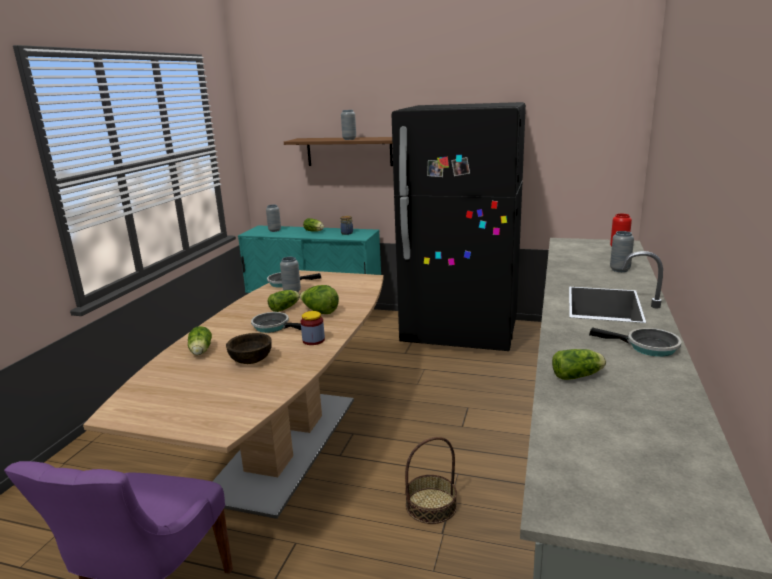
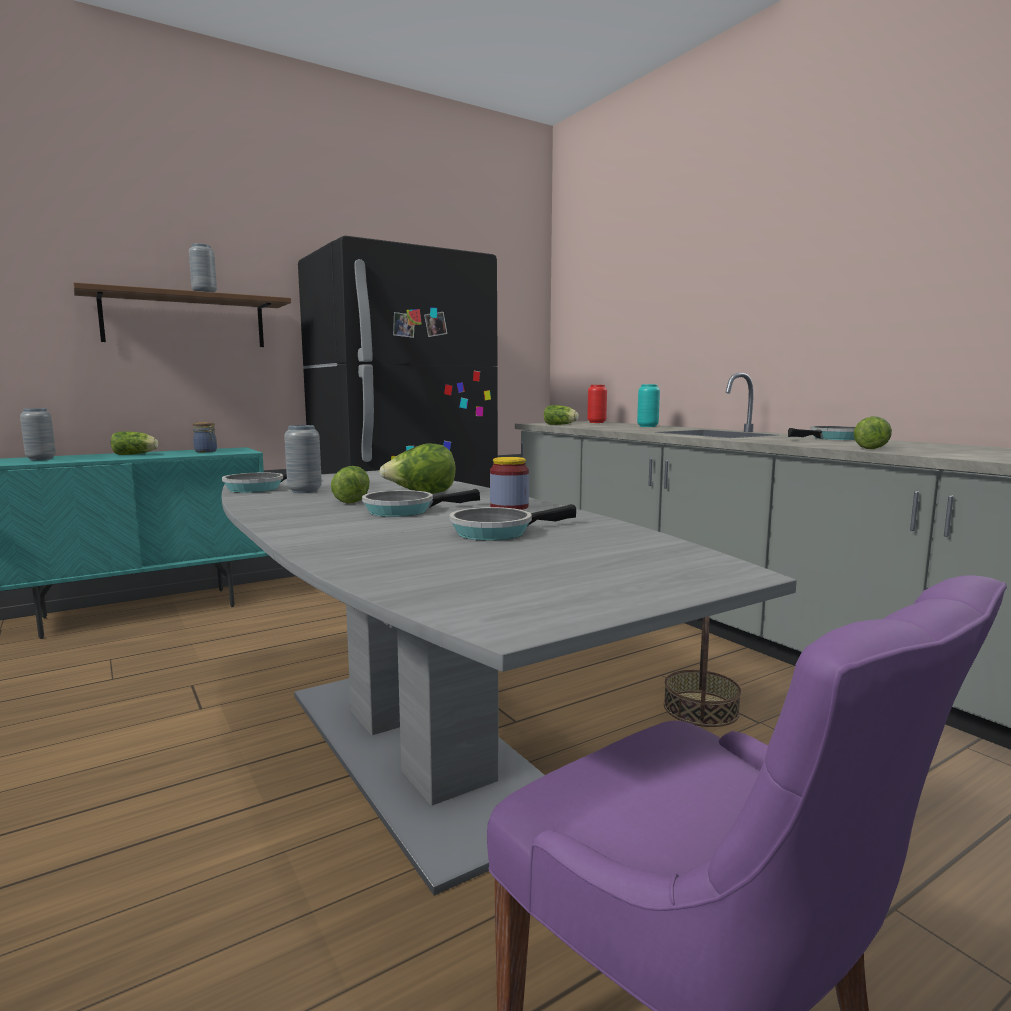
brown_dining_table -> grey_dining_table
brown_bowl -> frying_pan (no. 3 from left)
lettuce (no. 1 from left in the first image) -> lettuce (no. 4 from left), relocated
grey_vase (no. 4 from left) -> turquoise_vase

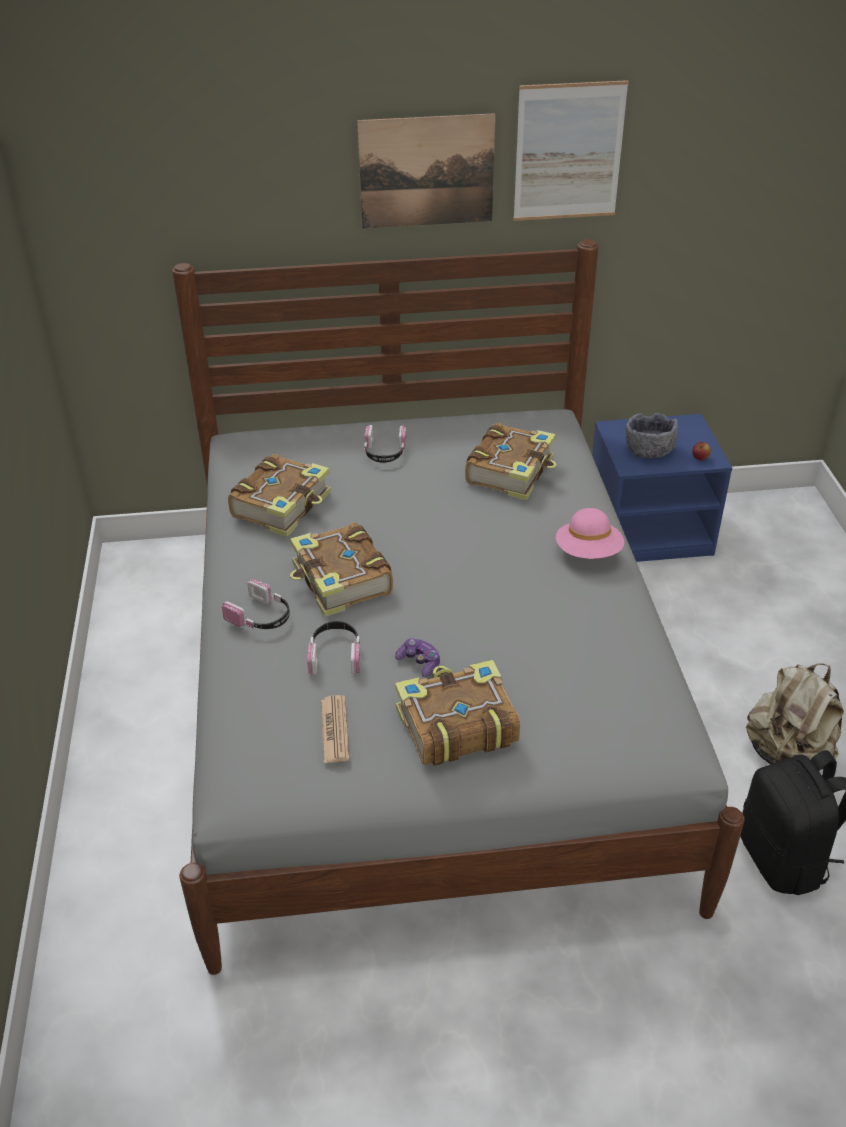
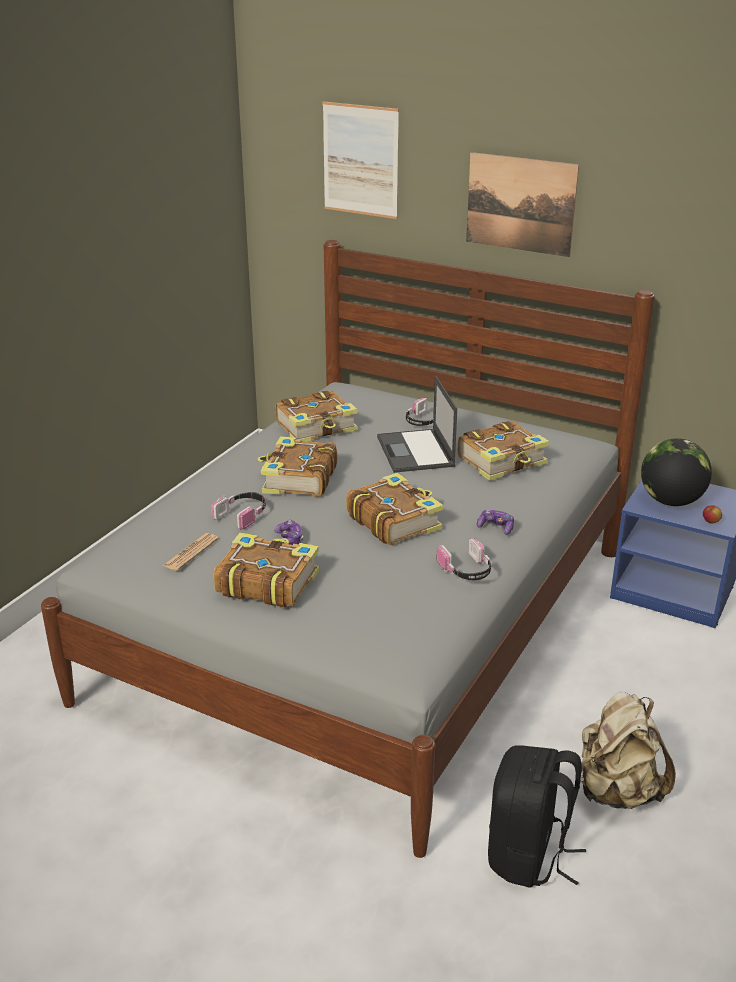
picture (no. 2 from left in the first image) -> picture (no. 1 from left), relocated
none -> book (no. 4 from left)
none -> laptop
headphones (no. 1 from left in the first image) -> headphones (no. 3 from left), relocated
pink_hat -> game_controller (no. 2 from left)
grey_bowl -> globe

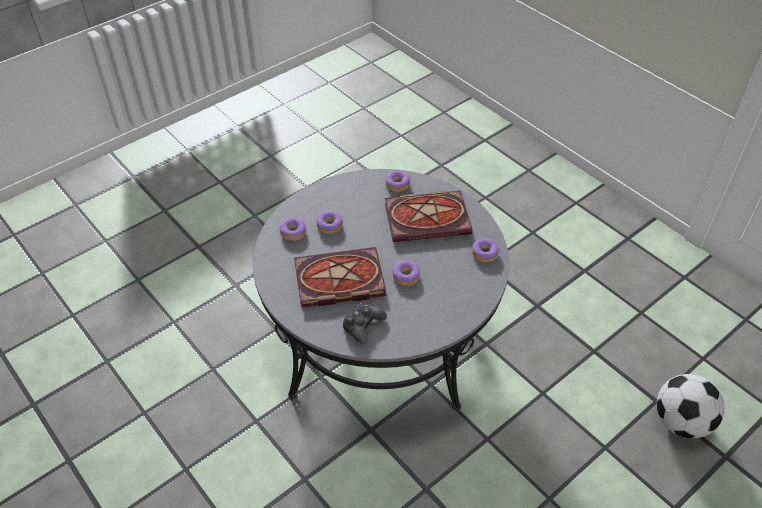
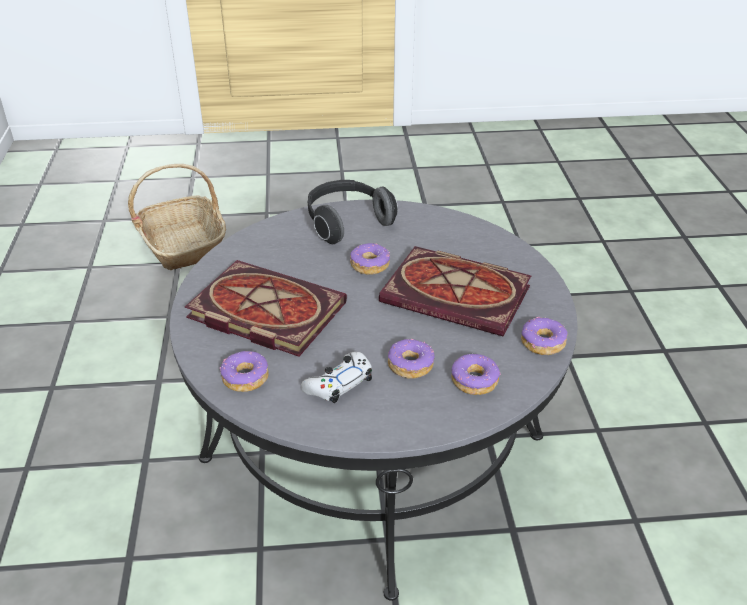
football -> basket
none -> white_game_controller
none -> headphones
donut (no. 5 from left), relocated
black_game_controller -> none

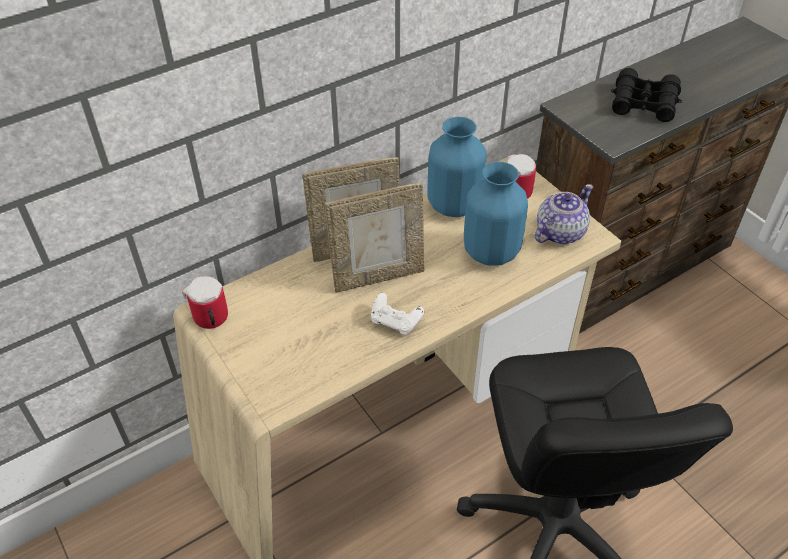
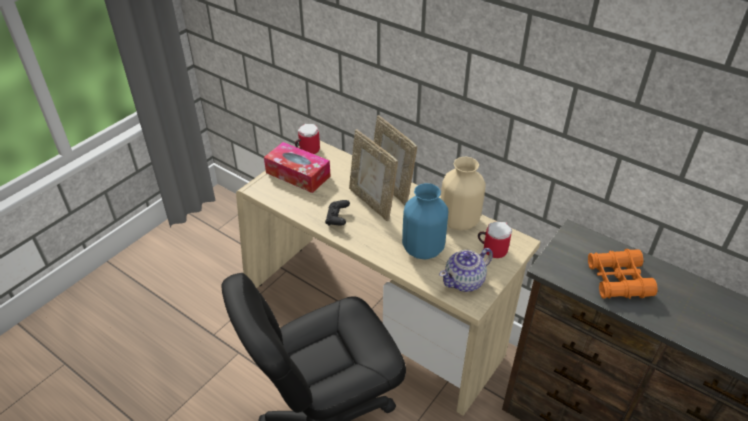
none -> tissue_box
white_game_controller -> black_game_controller
teapot, 120 degrees clockwise
blue_vase (no. 1 from left) -> beige_vase
black_binoculars -> orange_binoculars

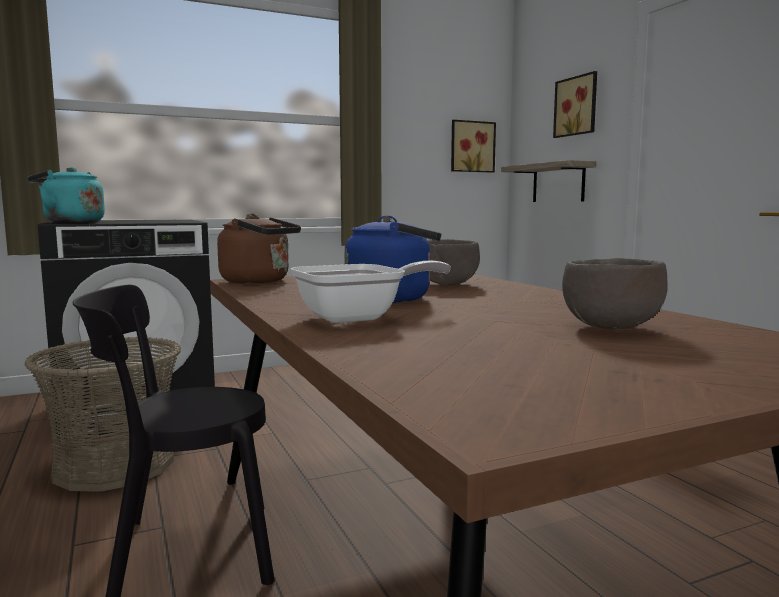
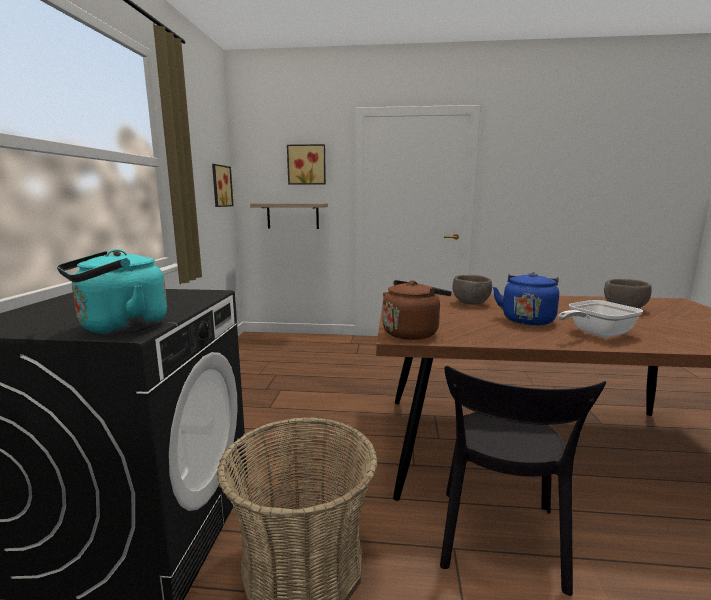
frying_pan, 120 degrees counterclockwise

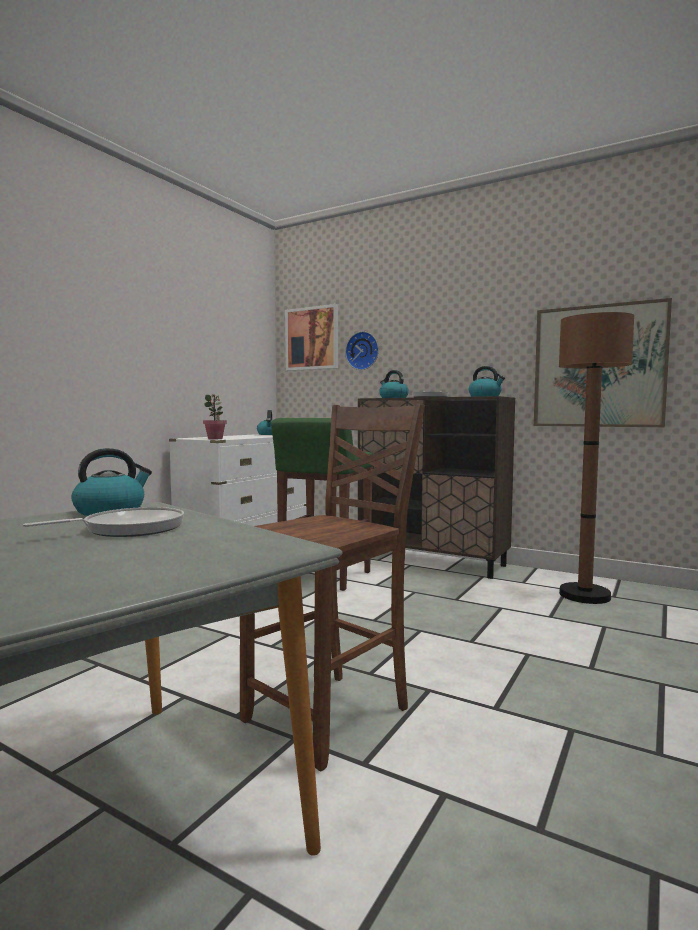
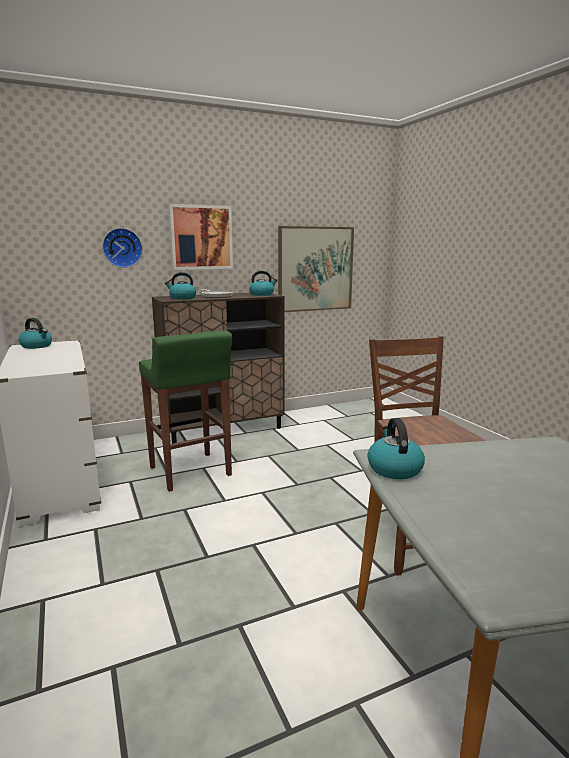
picture (no. 1 from left), relocated
frying_pan (no. 1 from left) -> none
potted_plant -> none
brown_floor_lamp -> none

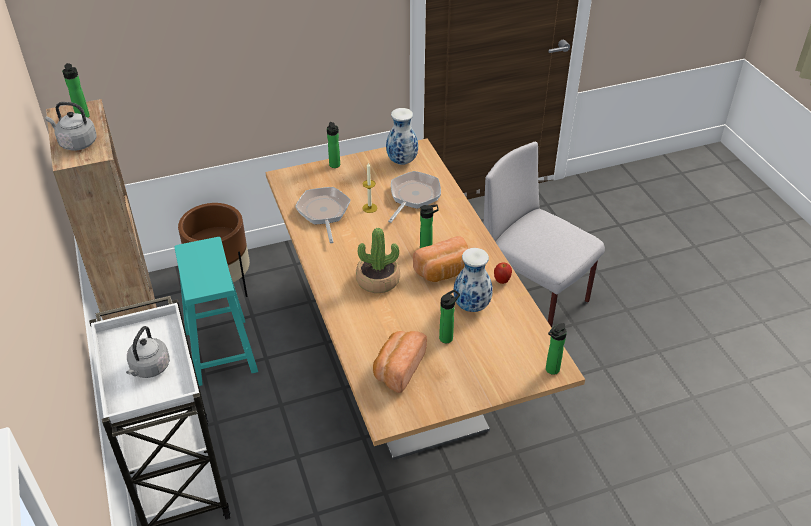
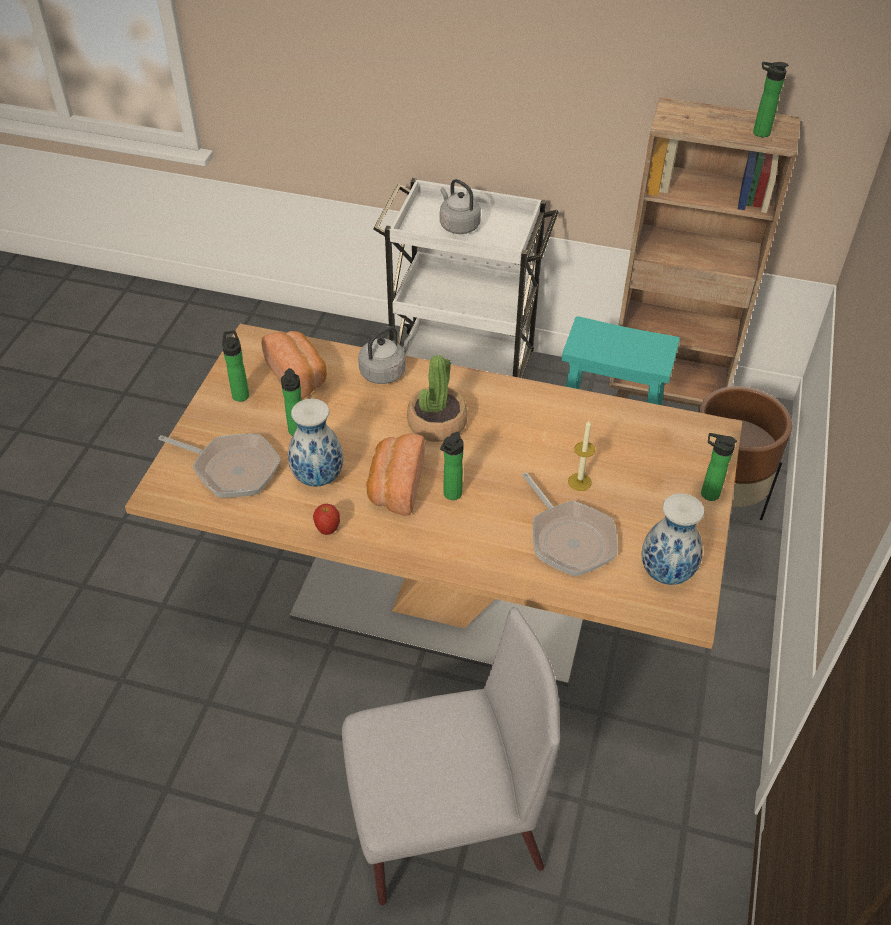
frying_pan (no. 1 from left), relocated
bottle (no. 5 from left in the first image) -> bottle (no. 1 from left), relocated
grey_kettle (no. 1 from left), relocated

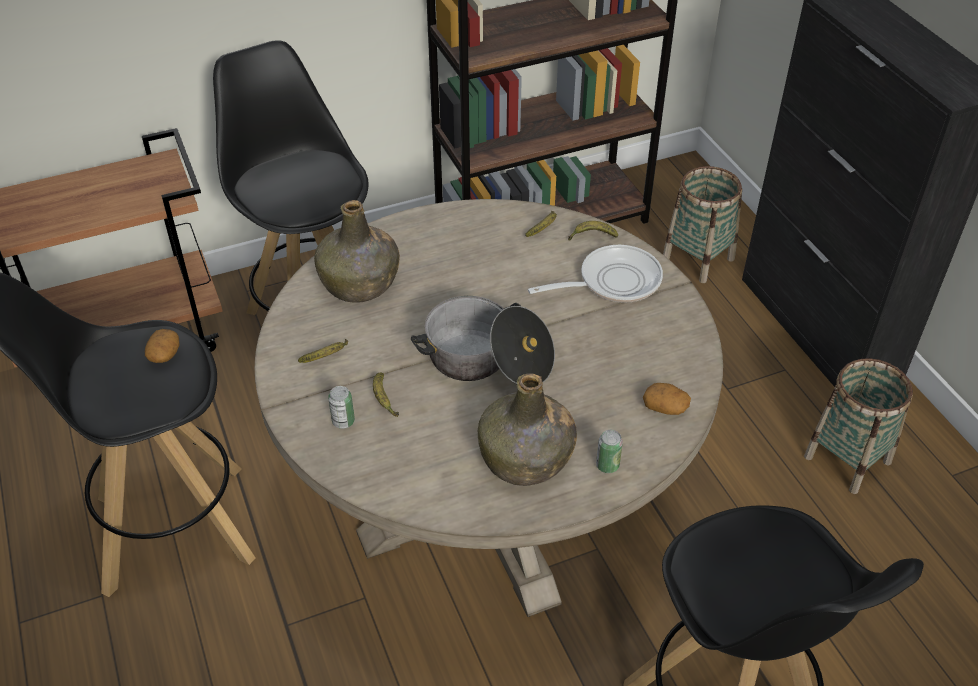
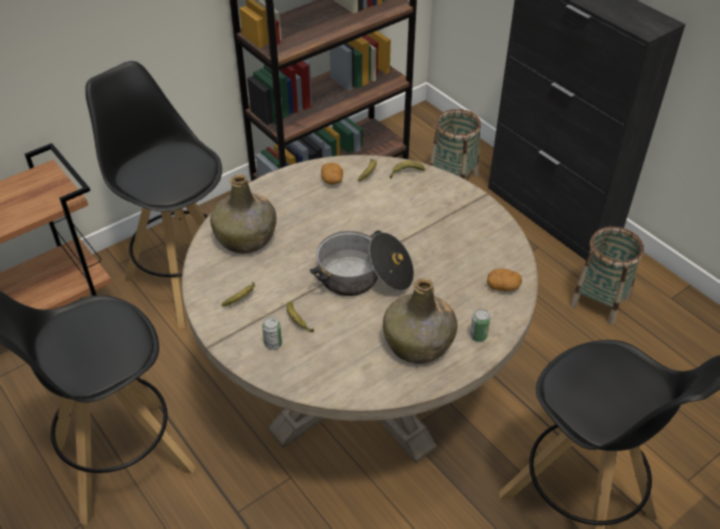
potato (no. 1 from left), relocated
frying_pan -> none

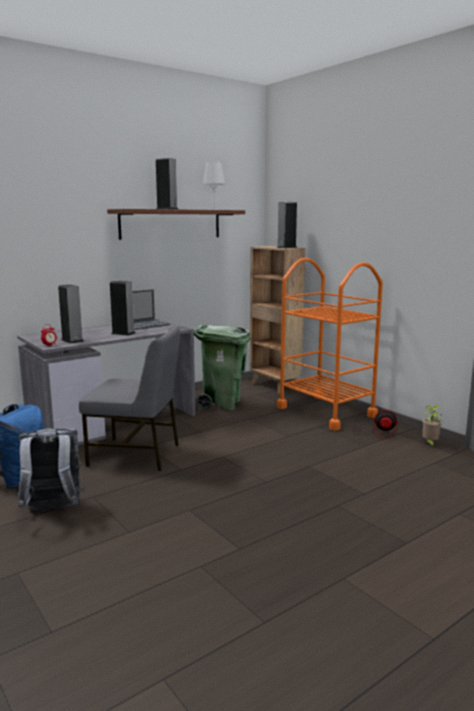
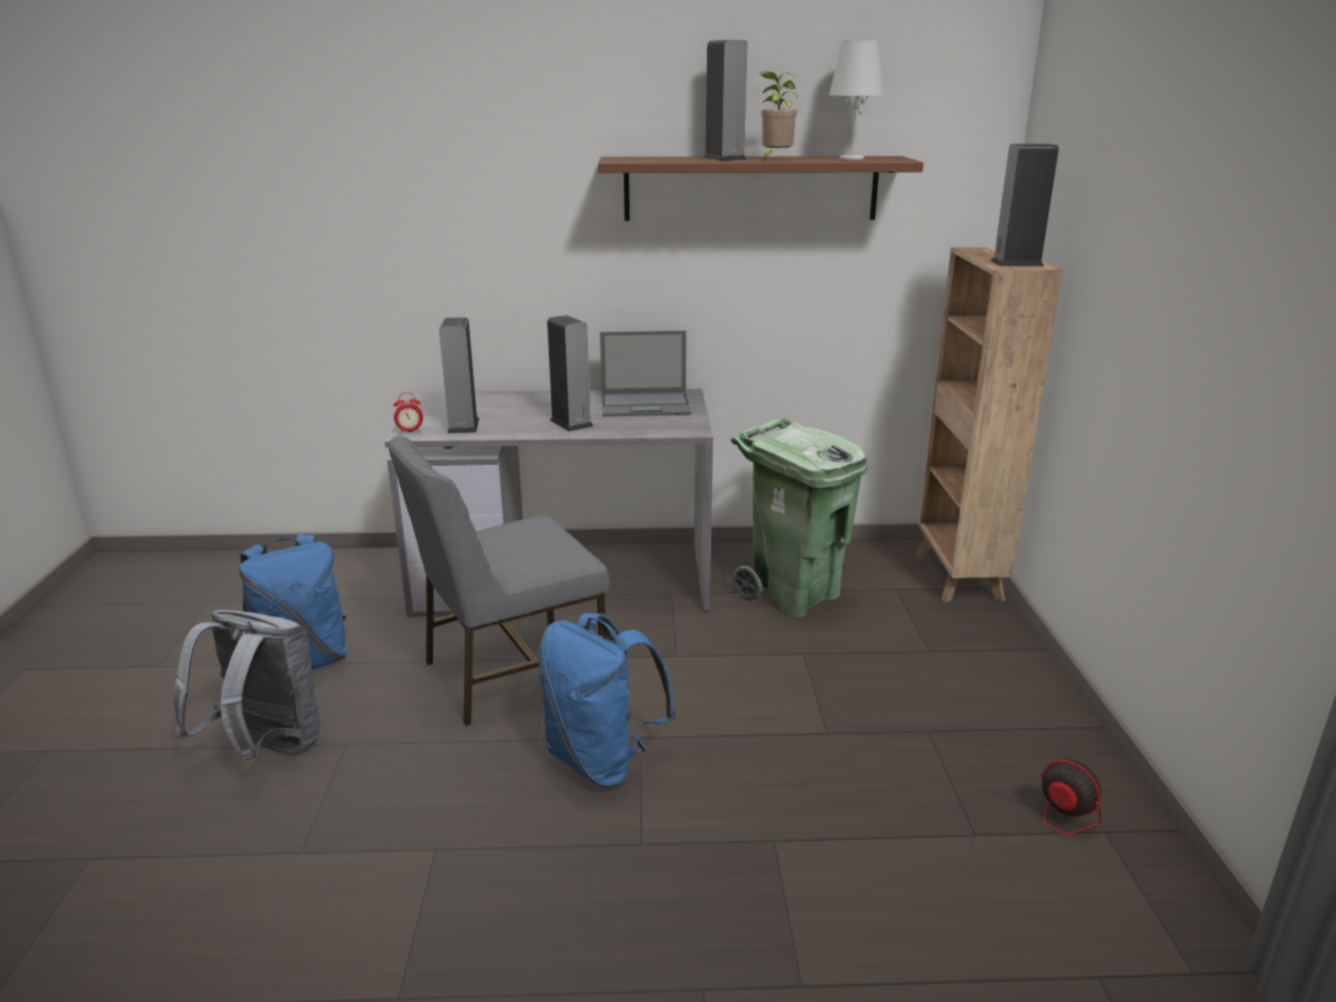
grey_chair, 105 degrees clockwise
none -> blue_backpack (no. 2 from left)
potted_plant, relocated
orange_cart -> none

